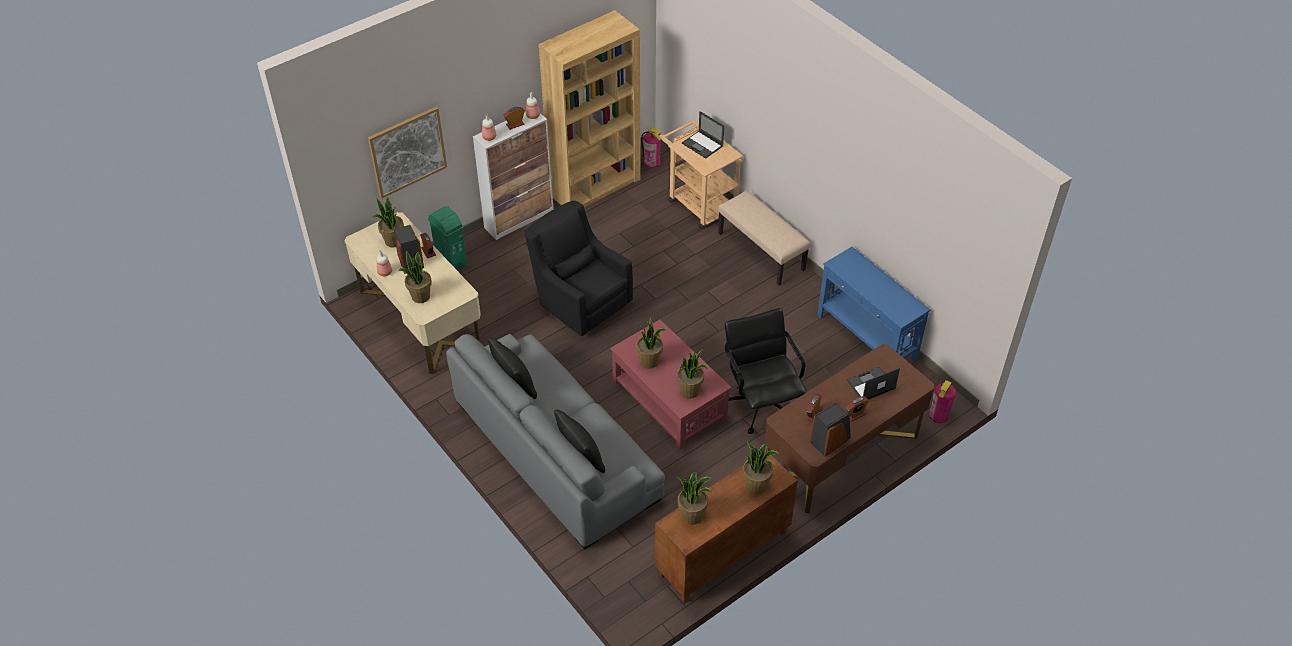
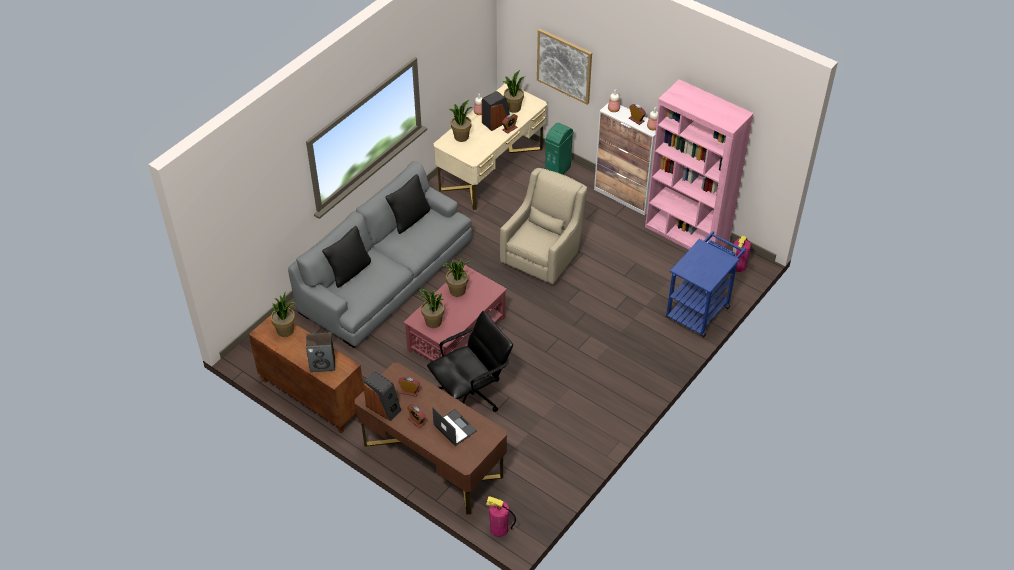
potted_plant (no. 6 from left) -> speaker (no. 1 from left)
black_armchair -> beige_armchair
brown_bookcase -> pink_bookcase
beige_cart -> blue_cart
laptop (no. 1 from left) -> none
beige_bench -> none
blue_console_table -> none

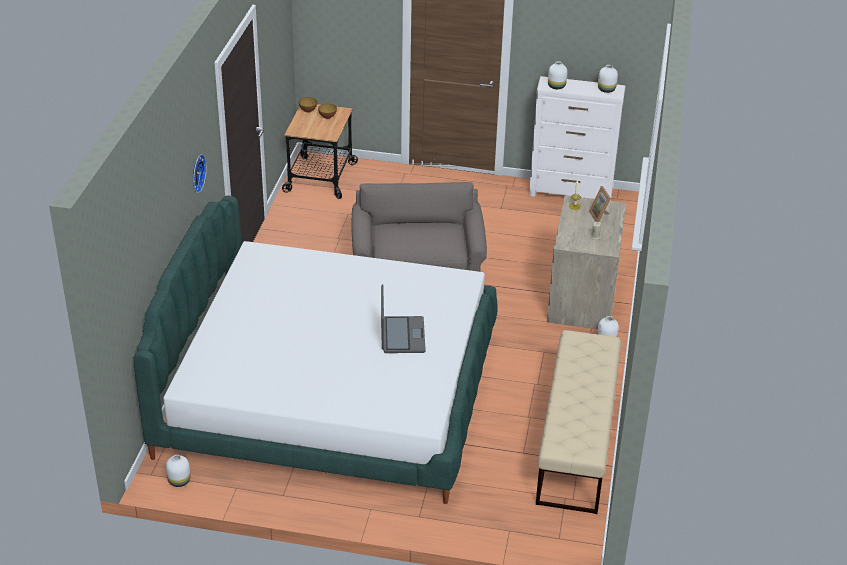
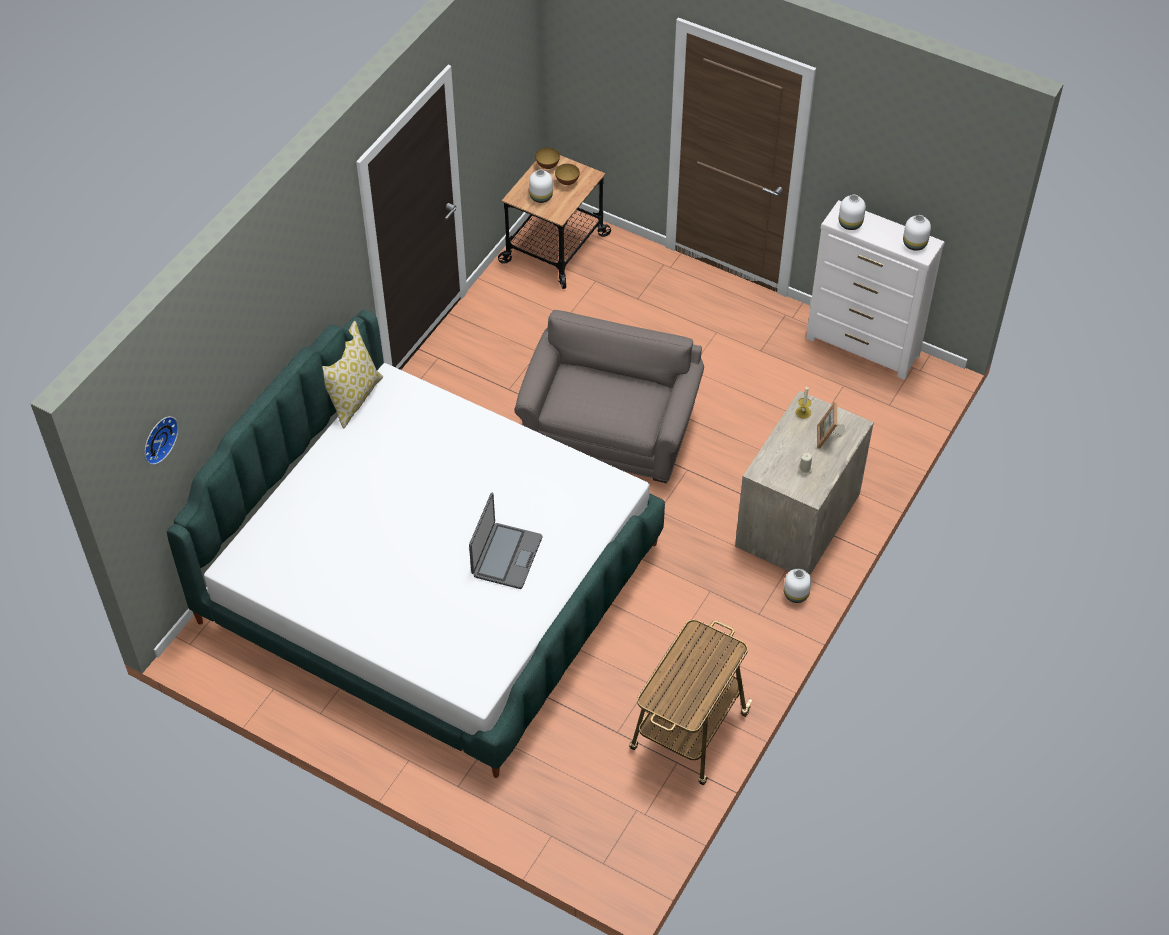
wall_clock, relocated
none -> pillow
white_vase (no. 1 from left), relocated
beige_bench -> cart (no. 2 from left)

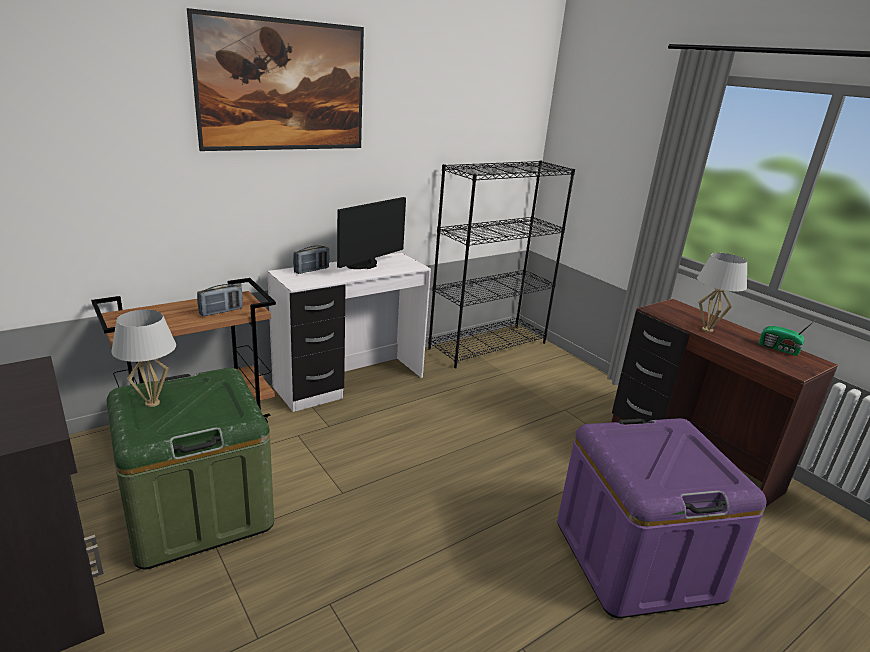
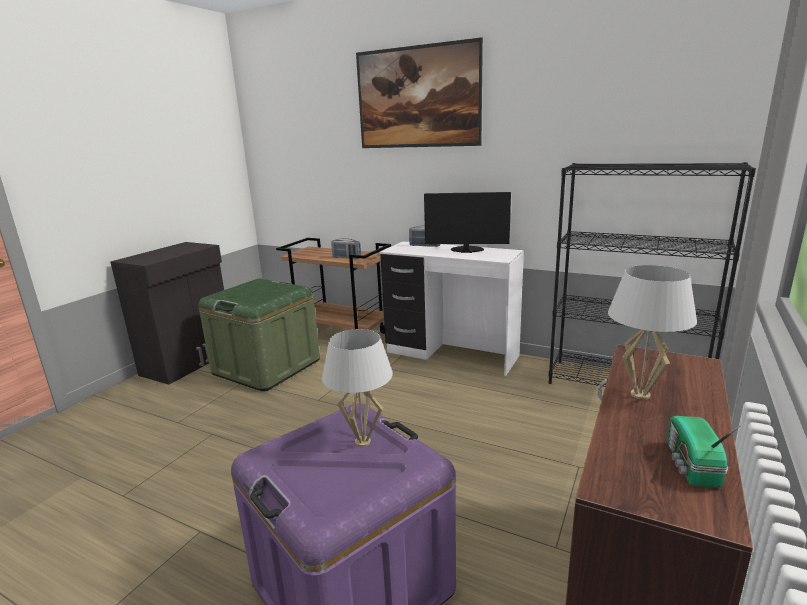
white_table_lamp (no. 1 from left), relocated

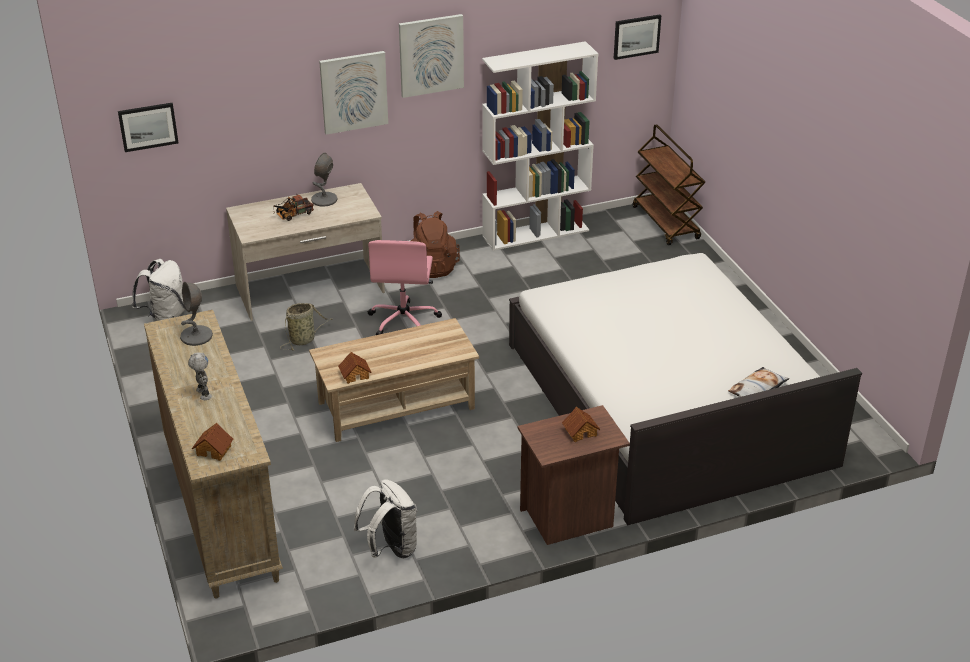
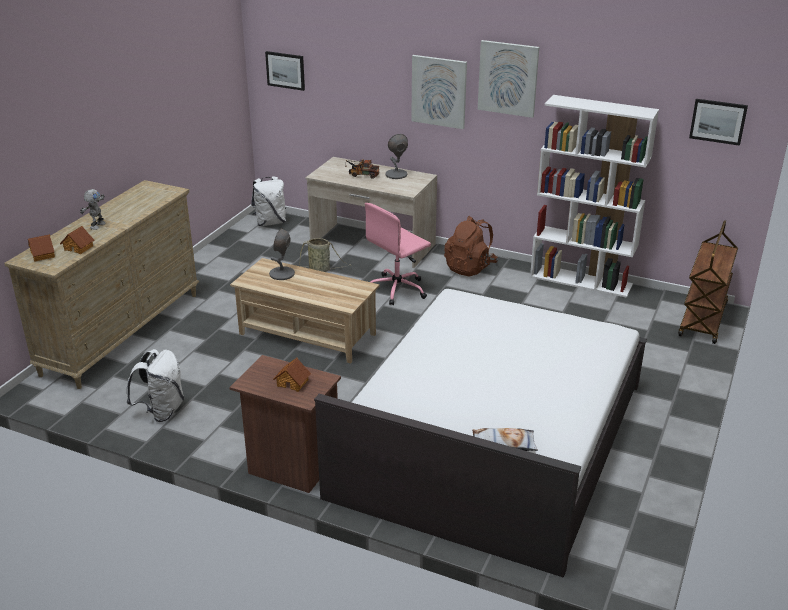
toy_house (no. 2 from left), relocated
grey_table_lamp (no. 1 from left), relocated

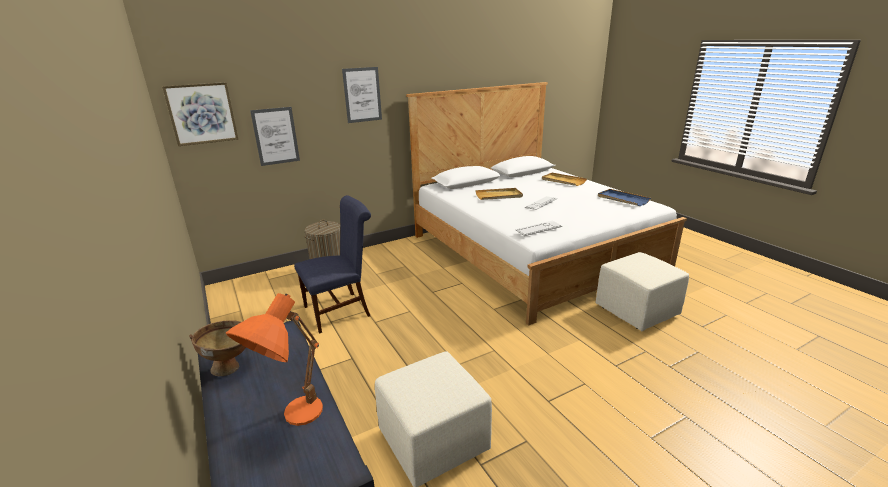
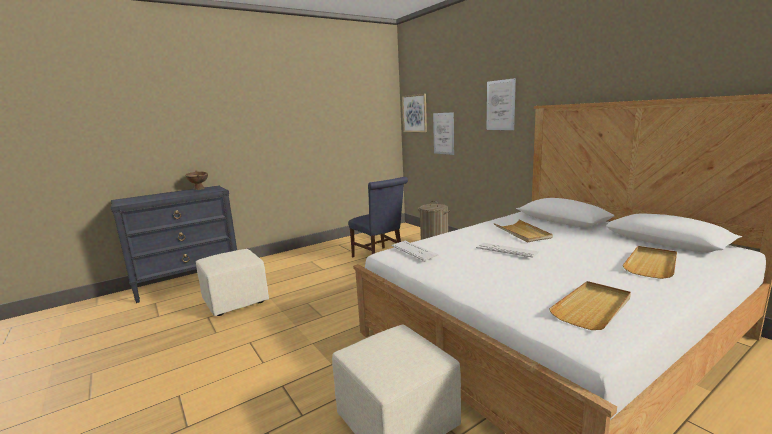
blue_tray -> beige_tray (no. 2 from left)
orange_table_lamp -> none

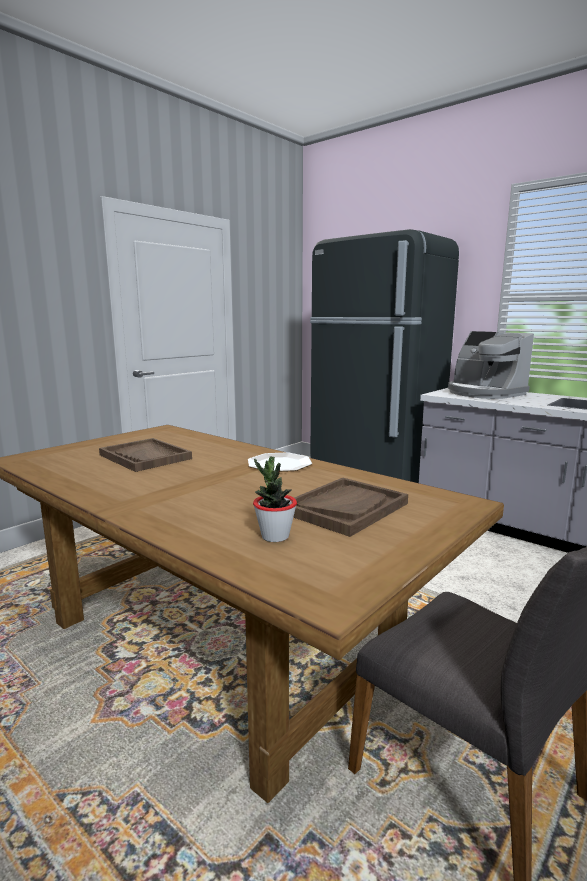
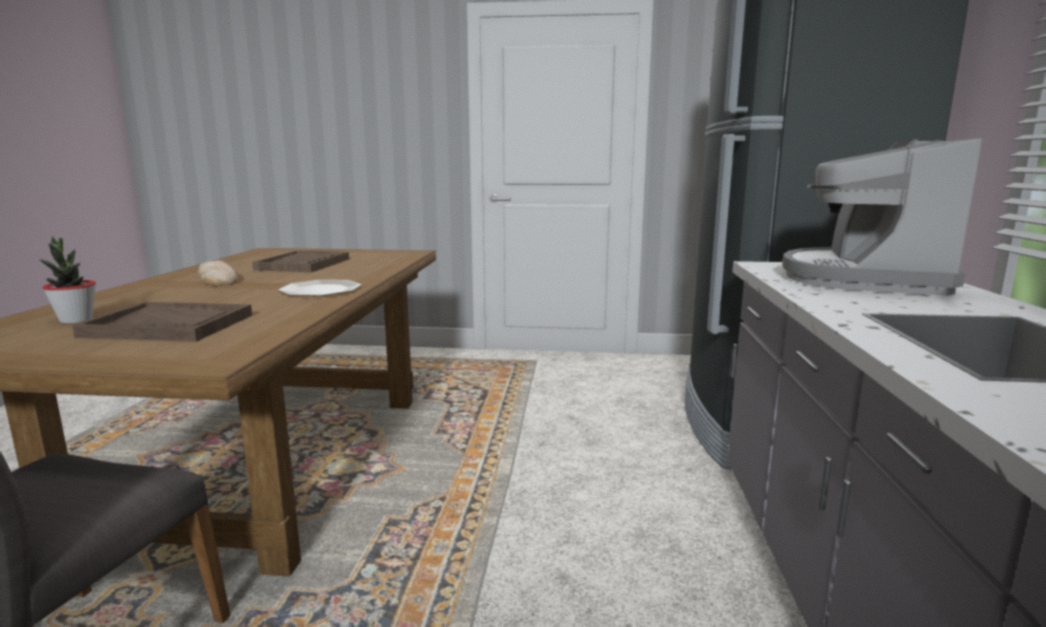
none -> bread

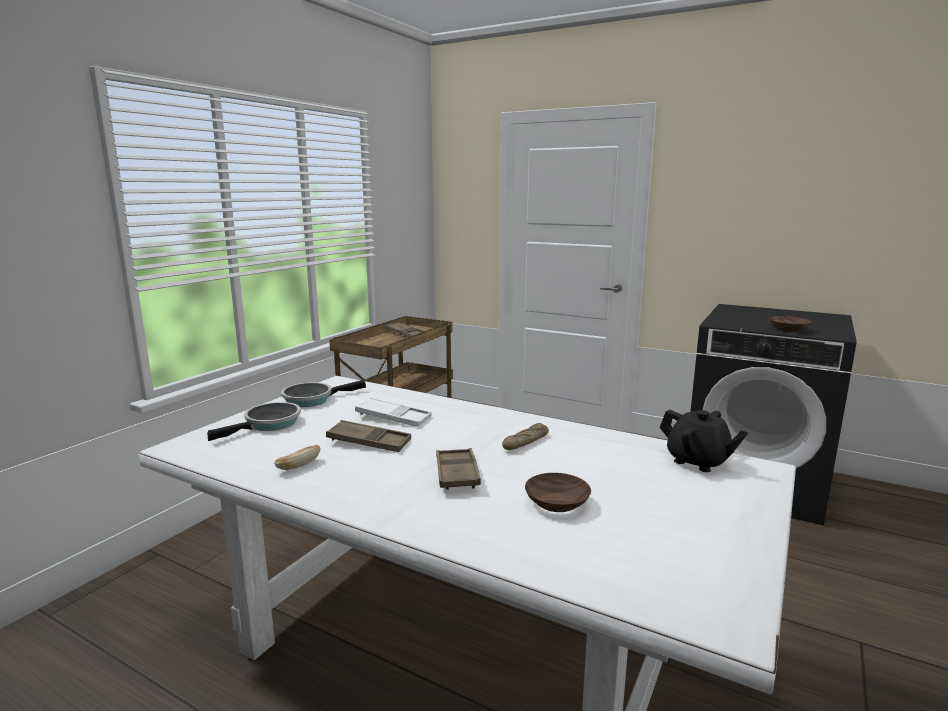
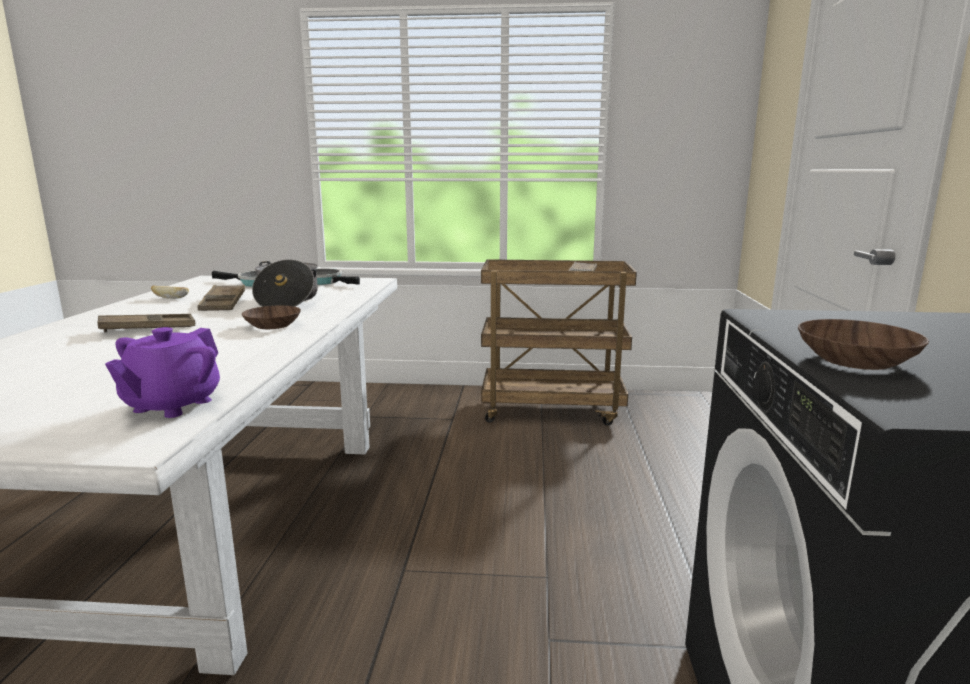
black_teapot -> purple_teapot
brown_bowl (no. 1 from left), relocated
white_tray -> cooking_pot
bread (no. 2 from left) -> none

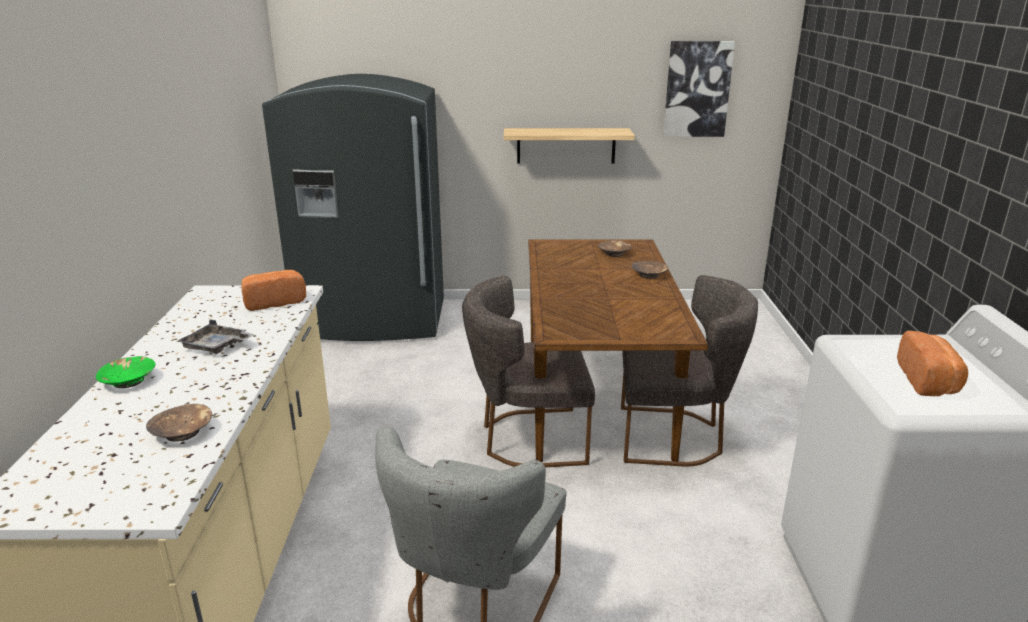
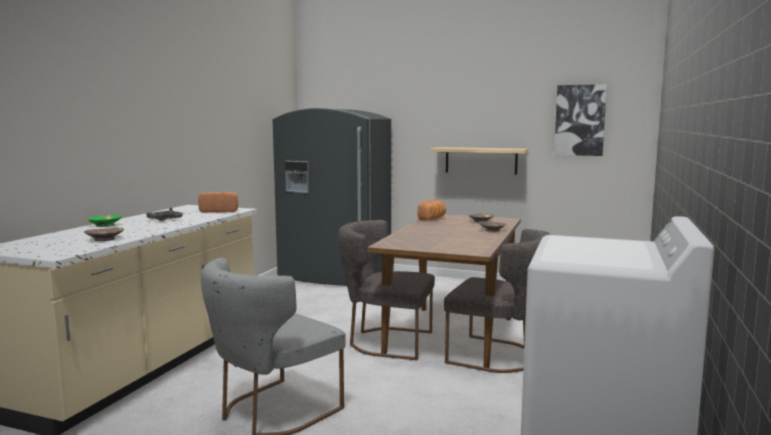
bread (no. 2 from left), relocated

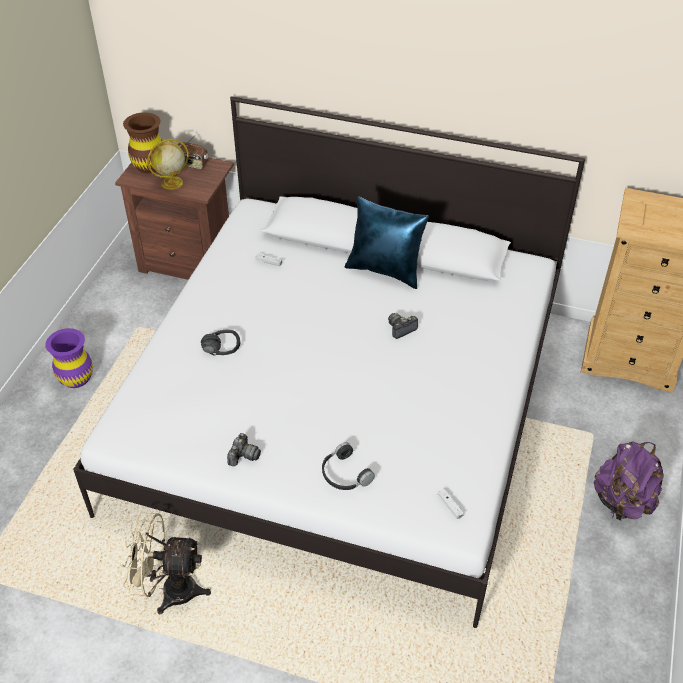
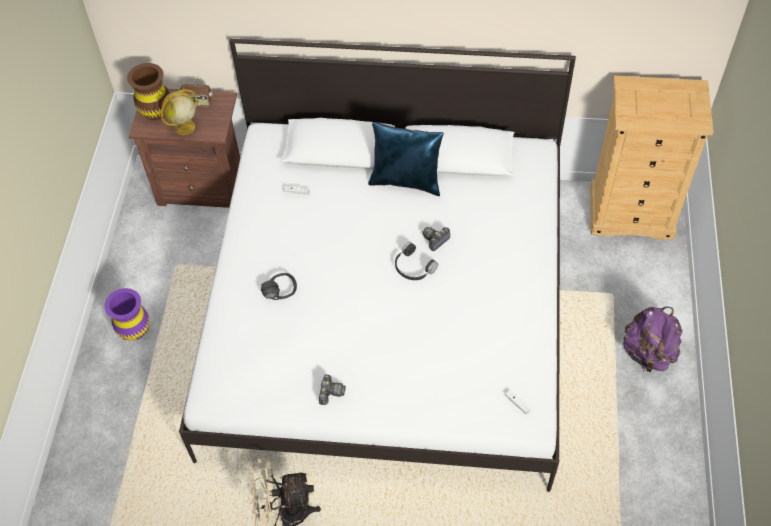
black_headphones (no. 2 from left), relocated

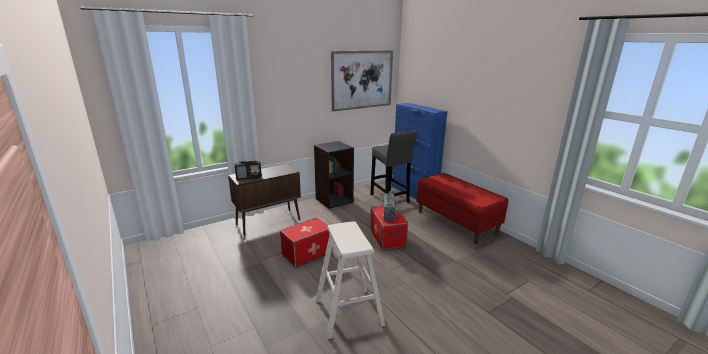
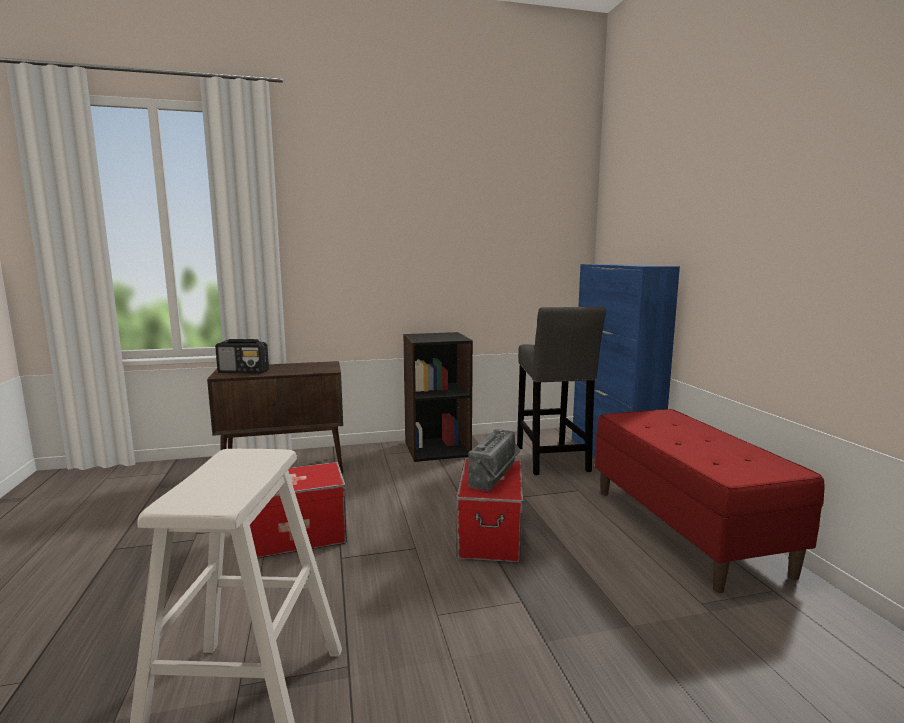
picture -> none

